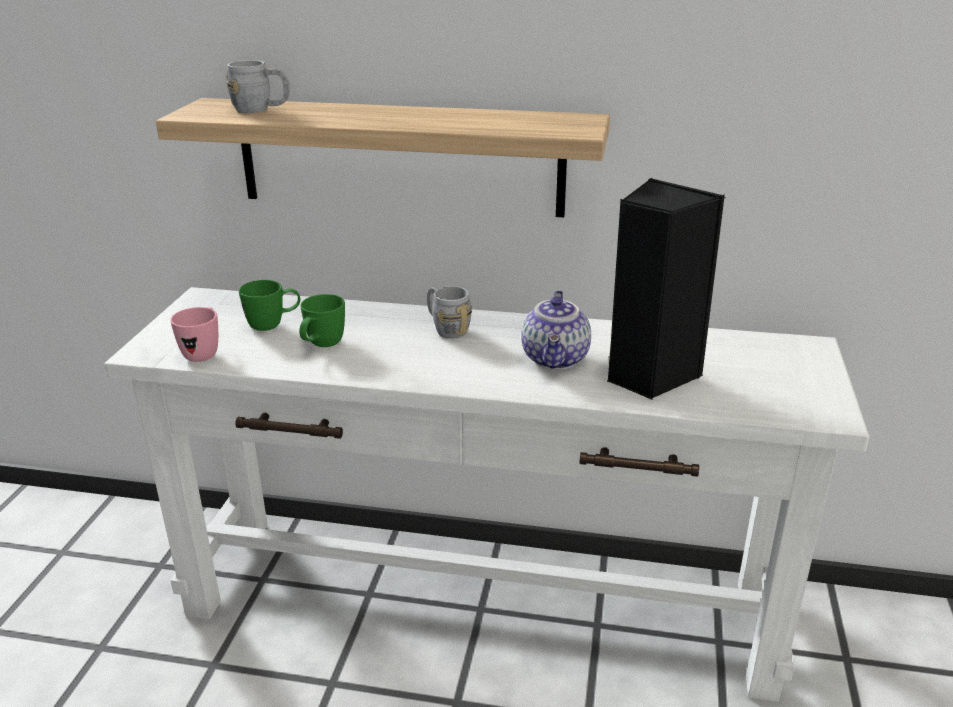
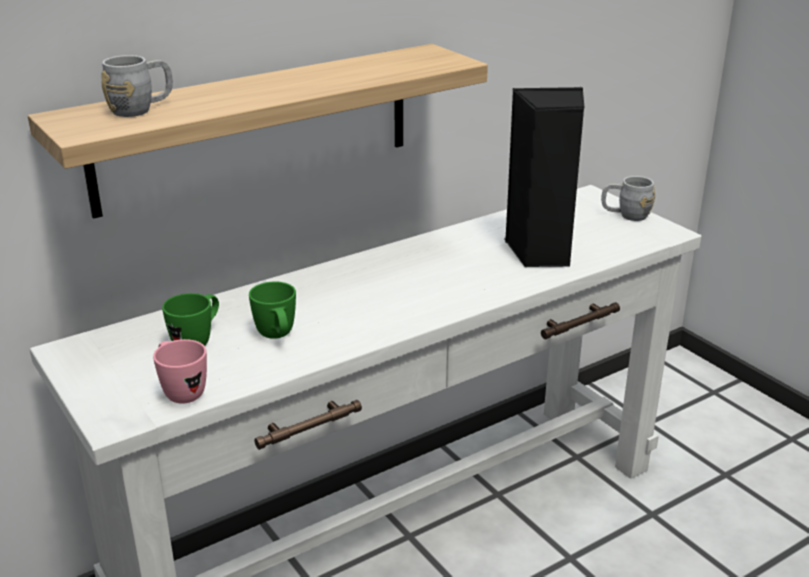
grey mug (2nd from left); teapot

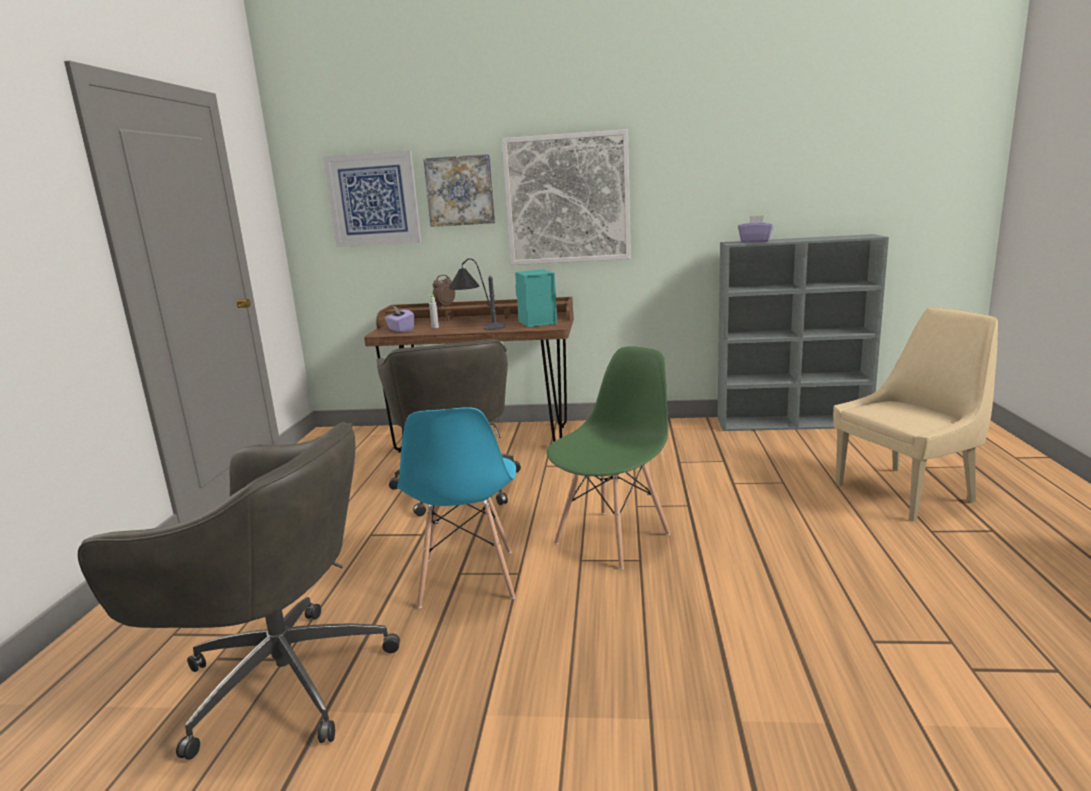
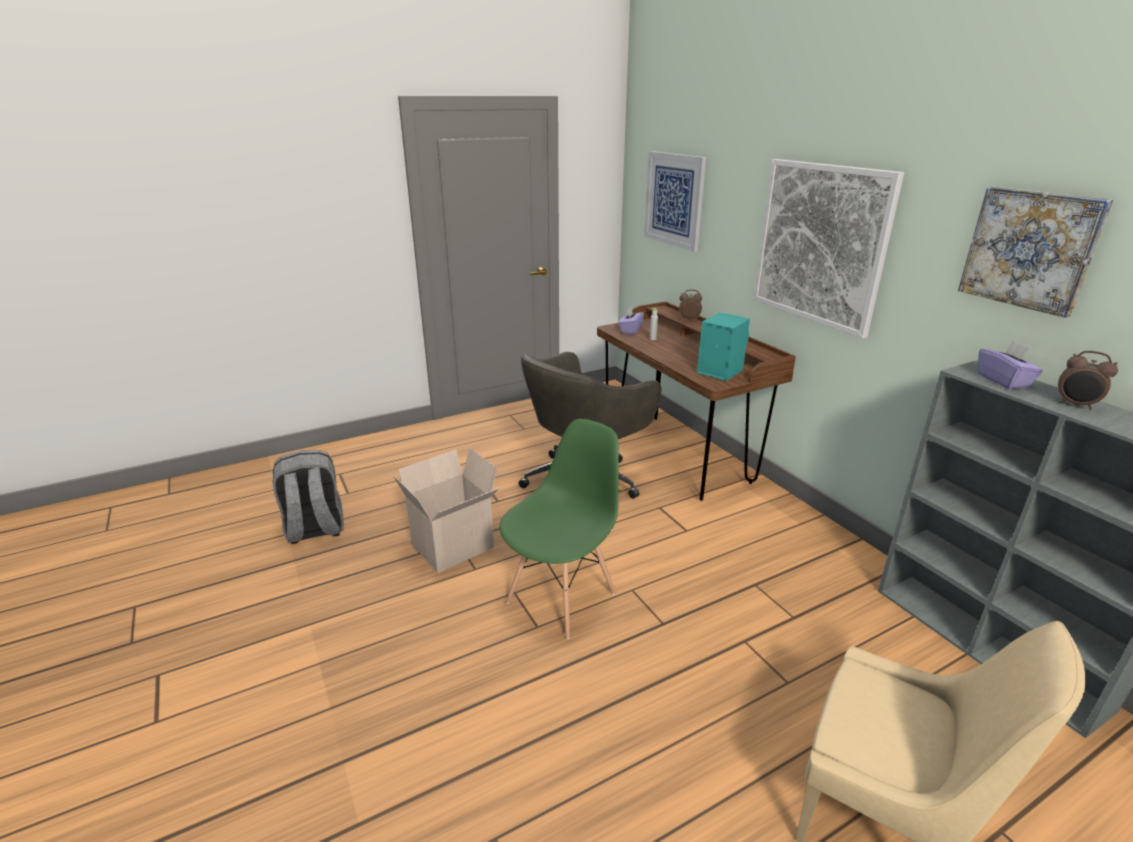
picture (3rd from left); table lamp; green chair; cardboard box; grey backpack; alarm clock (2nd from left)

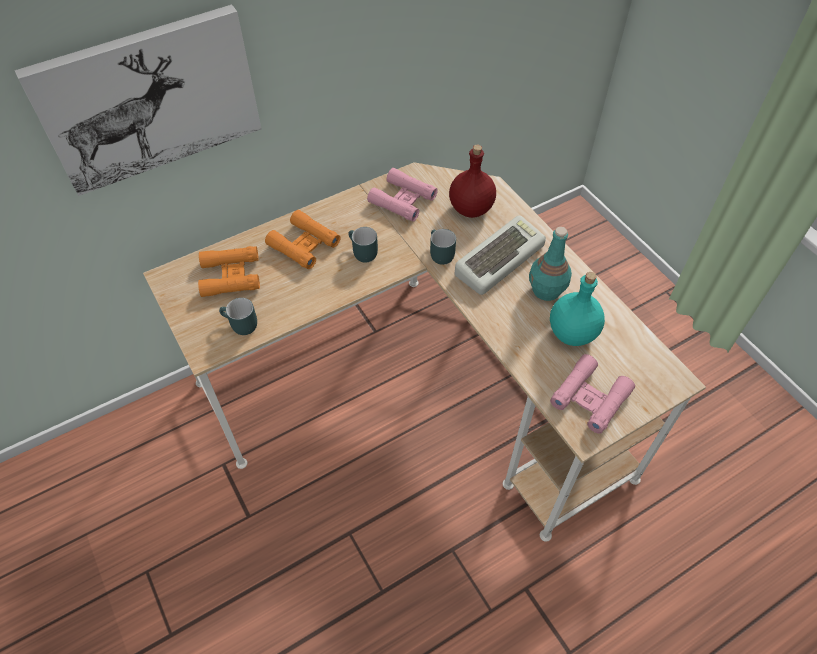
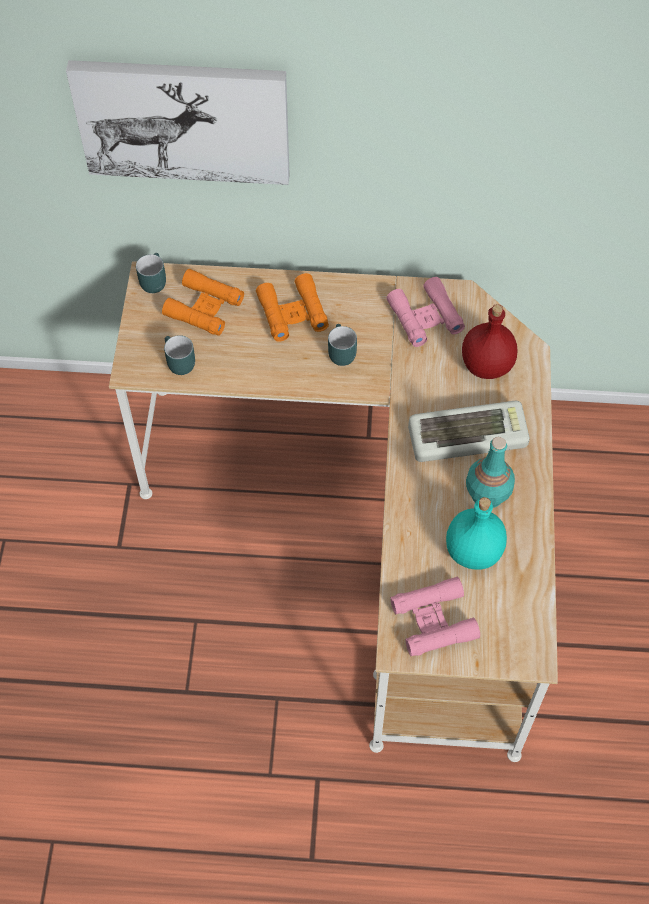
turquoise mug (1st from left)

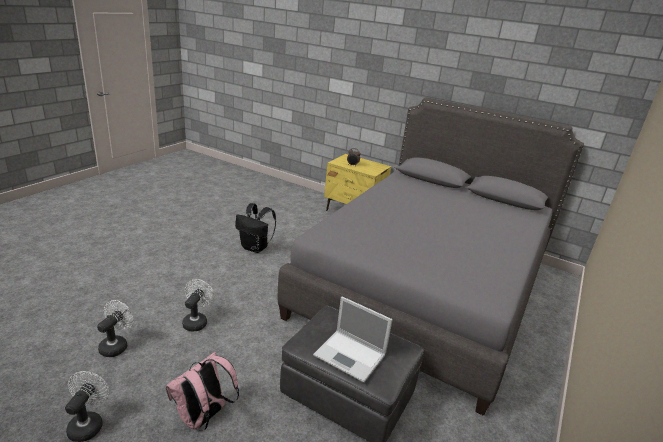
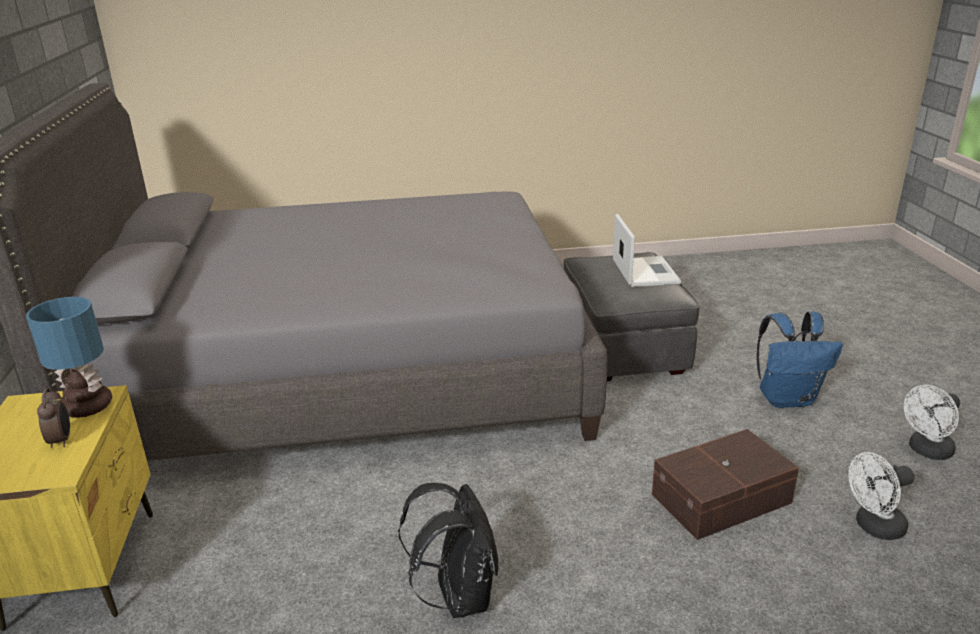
brown storage box; blue backpack; table lamp

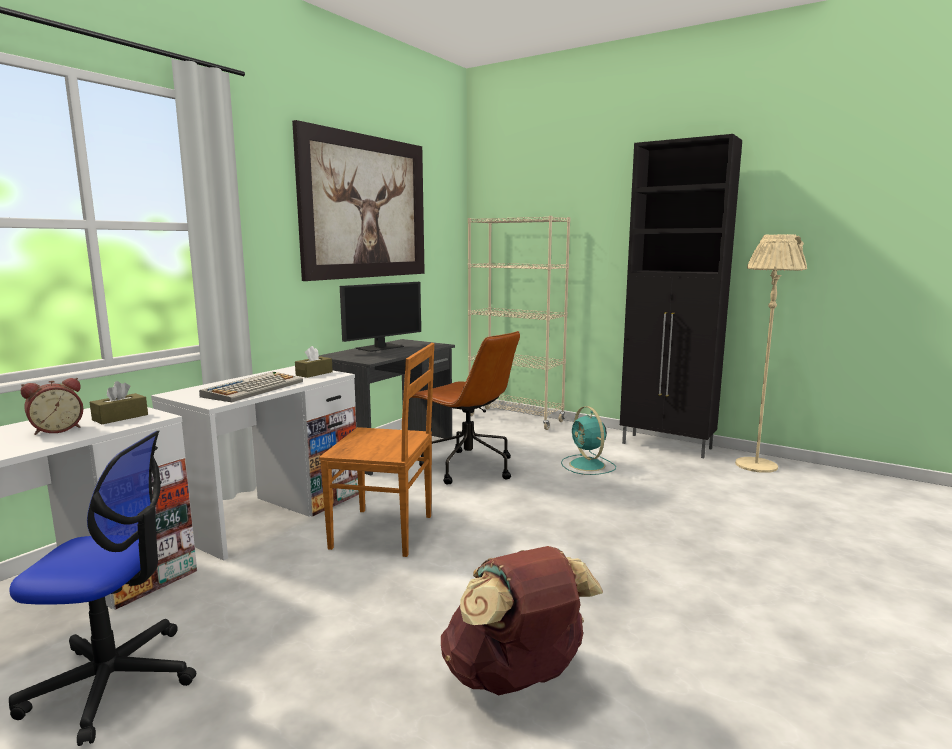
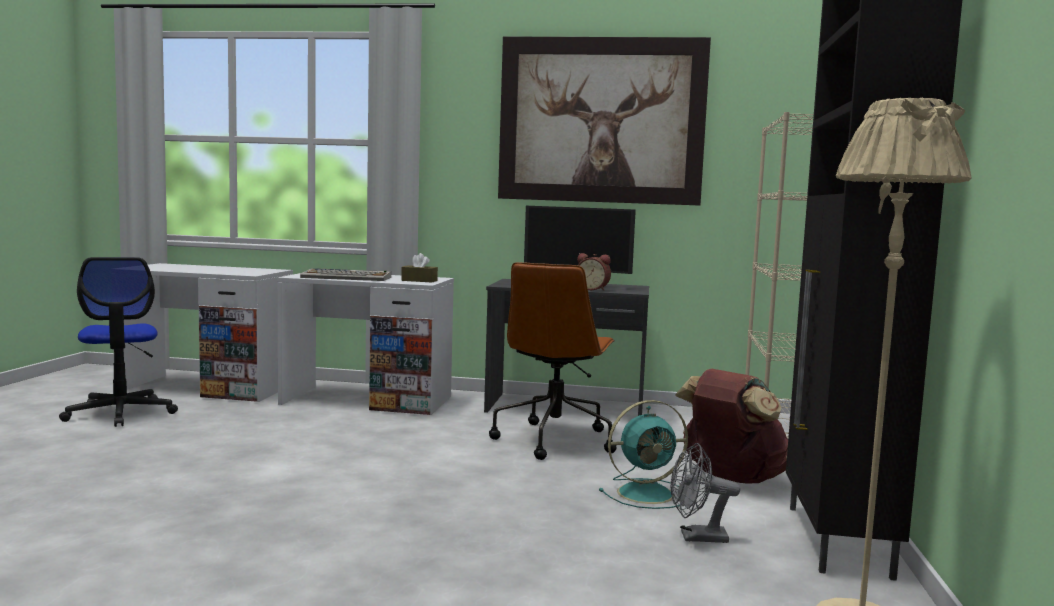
brown chair; alarm clock; brown tissue box (1st from left in the first image); turquoise fan; brown backpack; grey fan

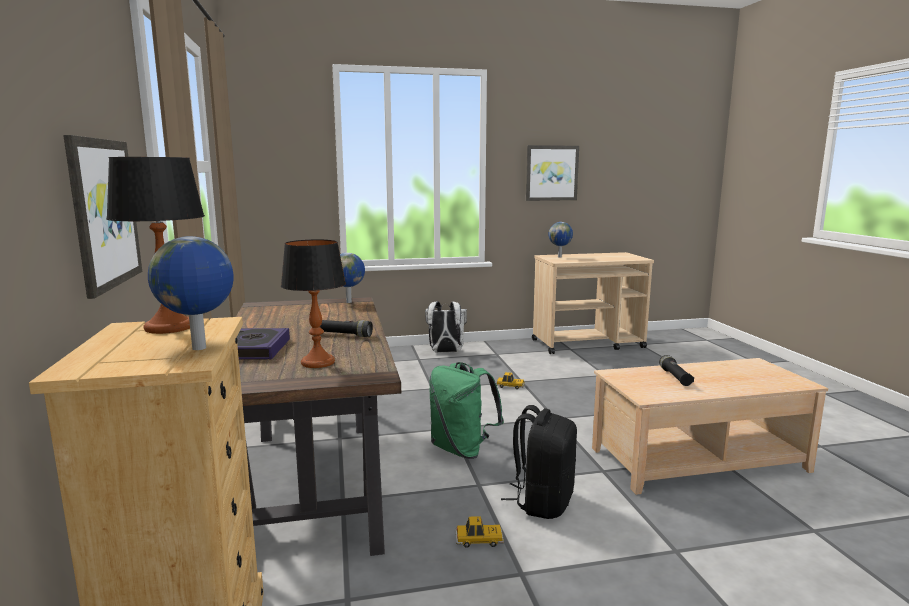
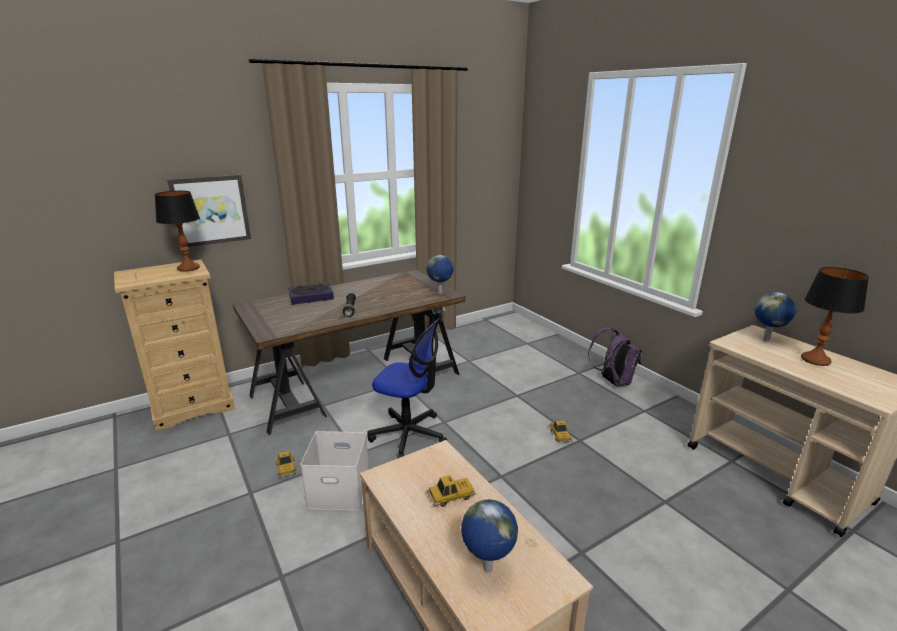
picture (2nd from left in the first image); globe (2nd from left); table lamp (2nd from left); purple backpack; toy car (2nd from left); office chair; white storage box

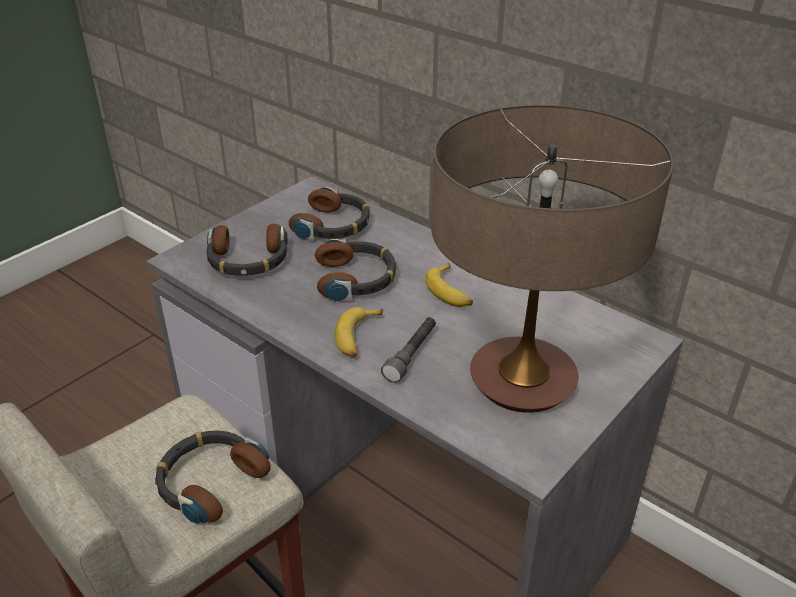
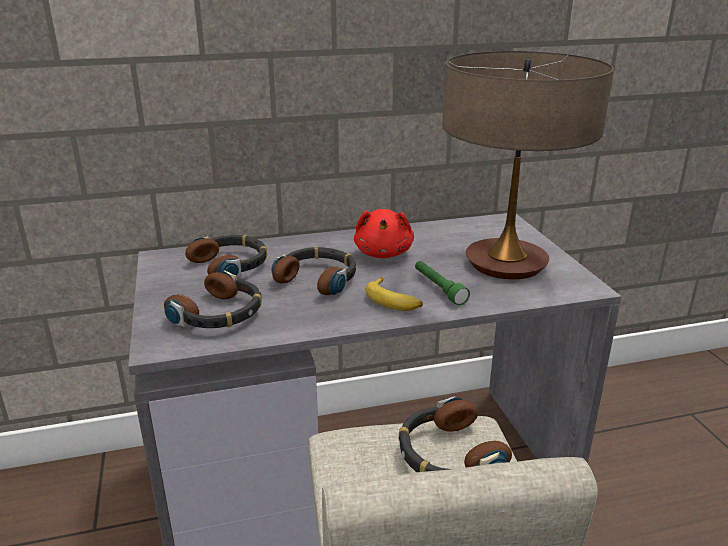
red plush toy; green flashlight

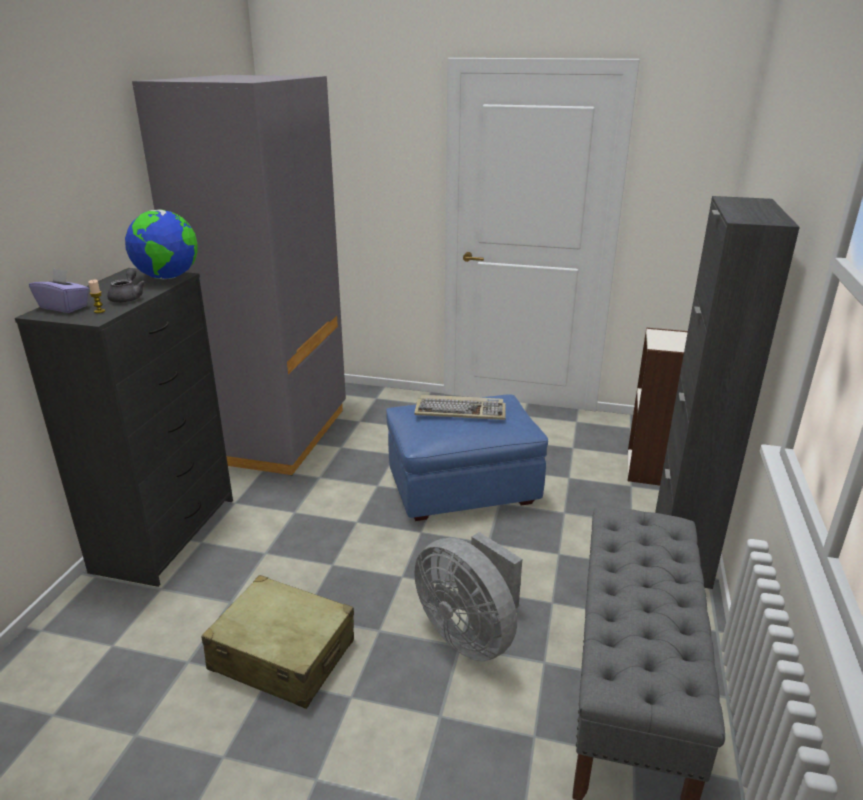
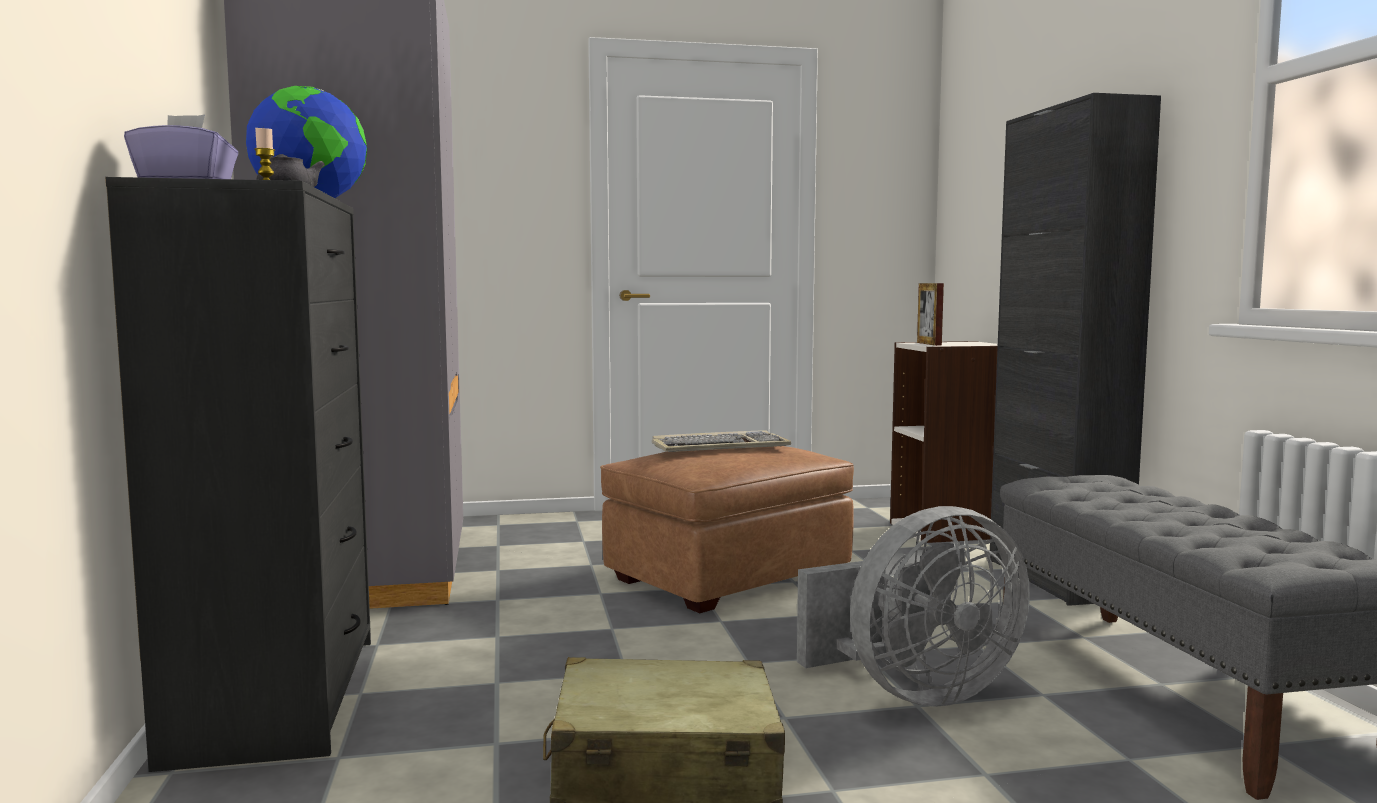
brown ottoman; grey fan; picture frame

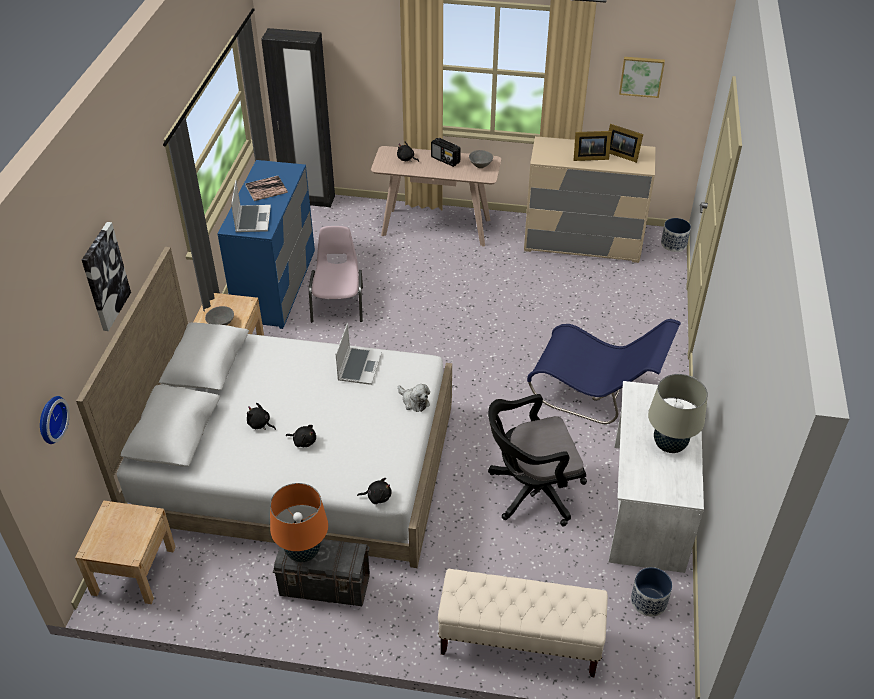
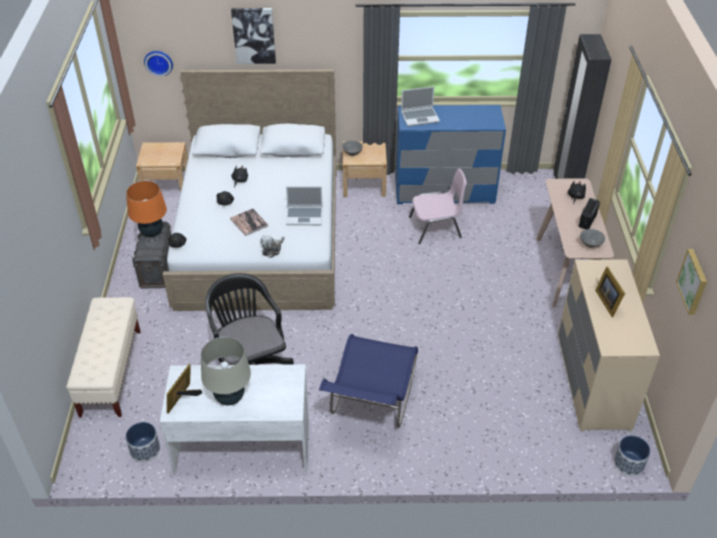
picture frame (1st from left); book

